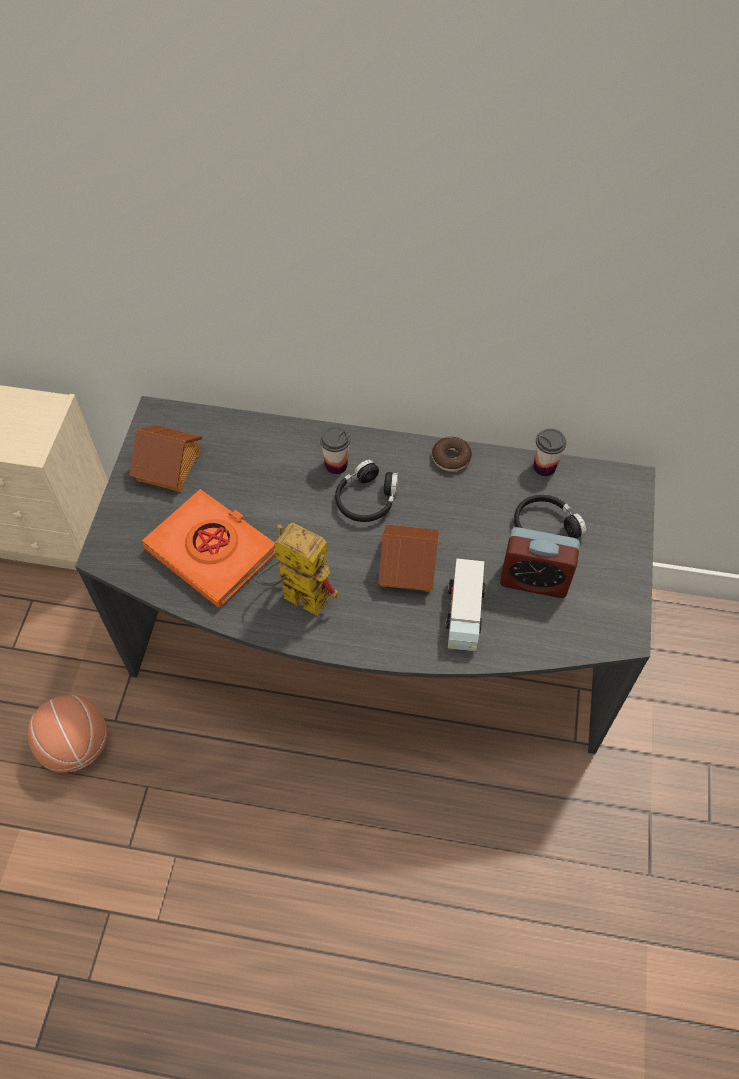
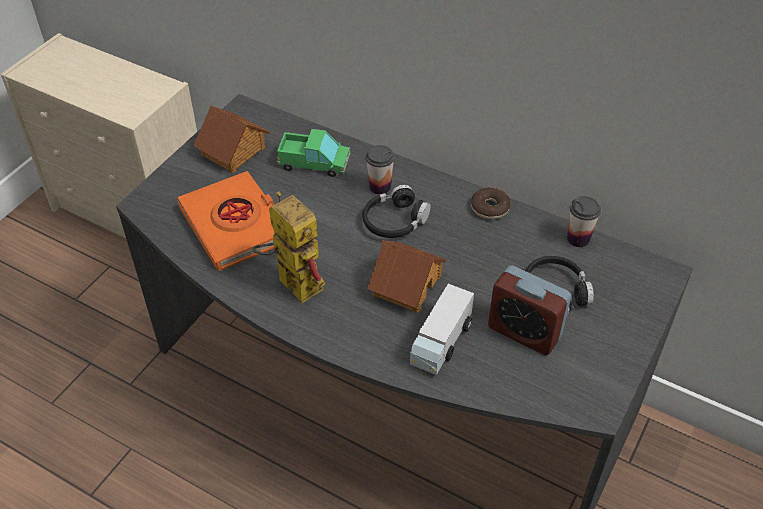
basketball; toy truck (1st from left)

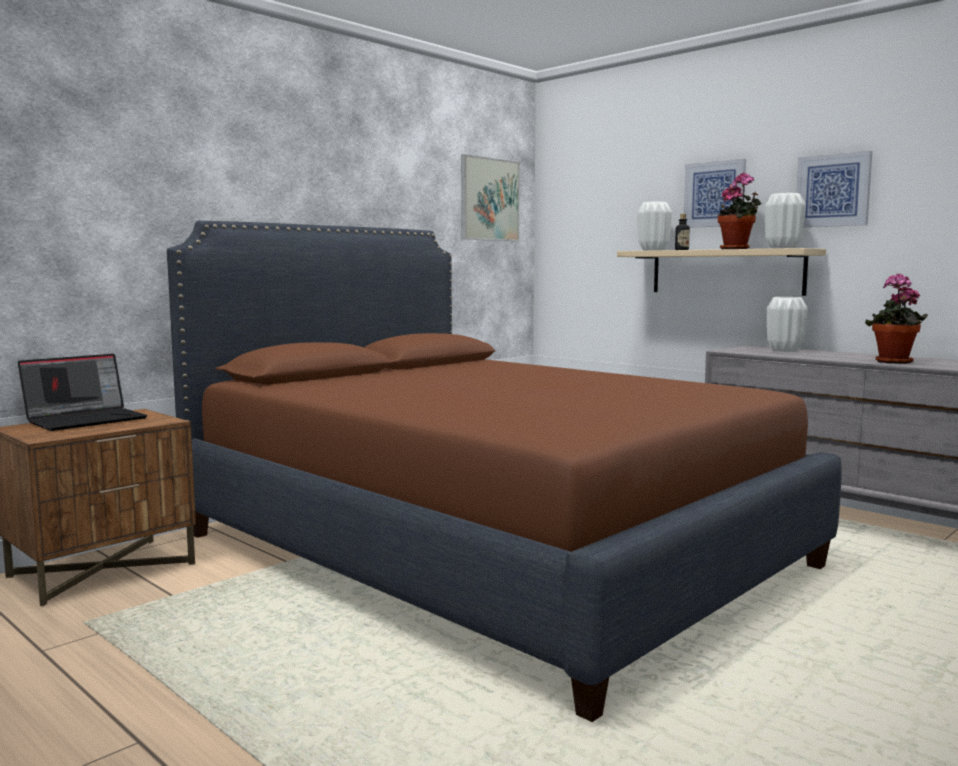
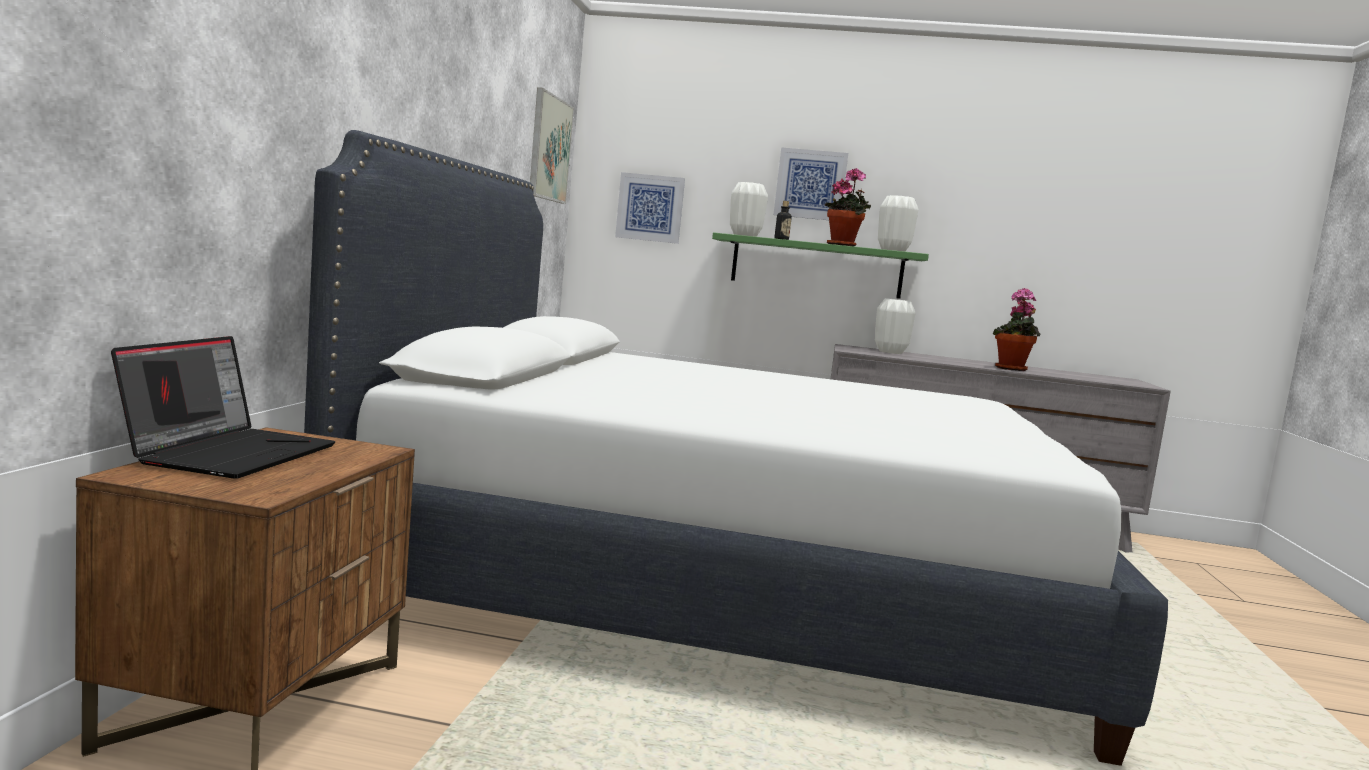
picture (2nd from left); white bed; green shelf

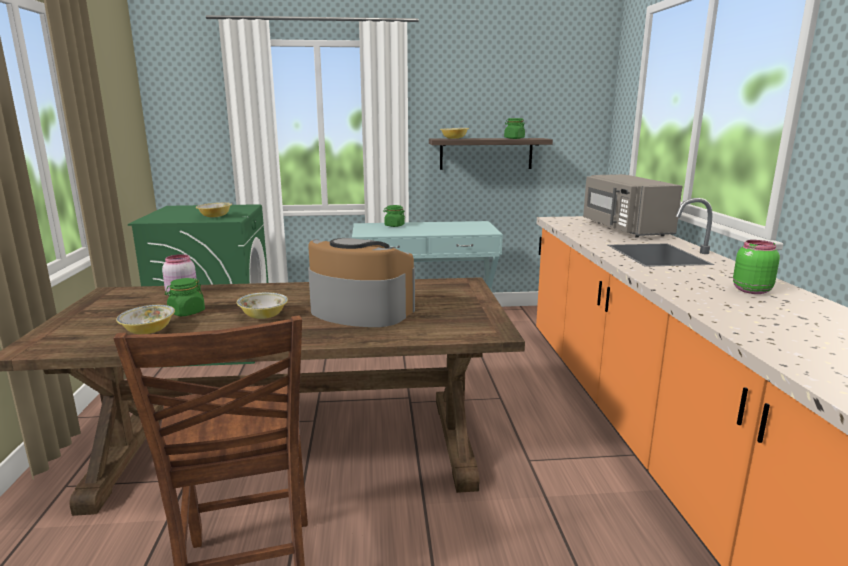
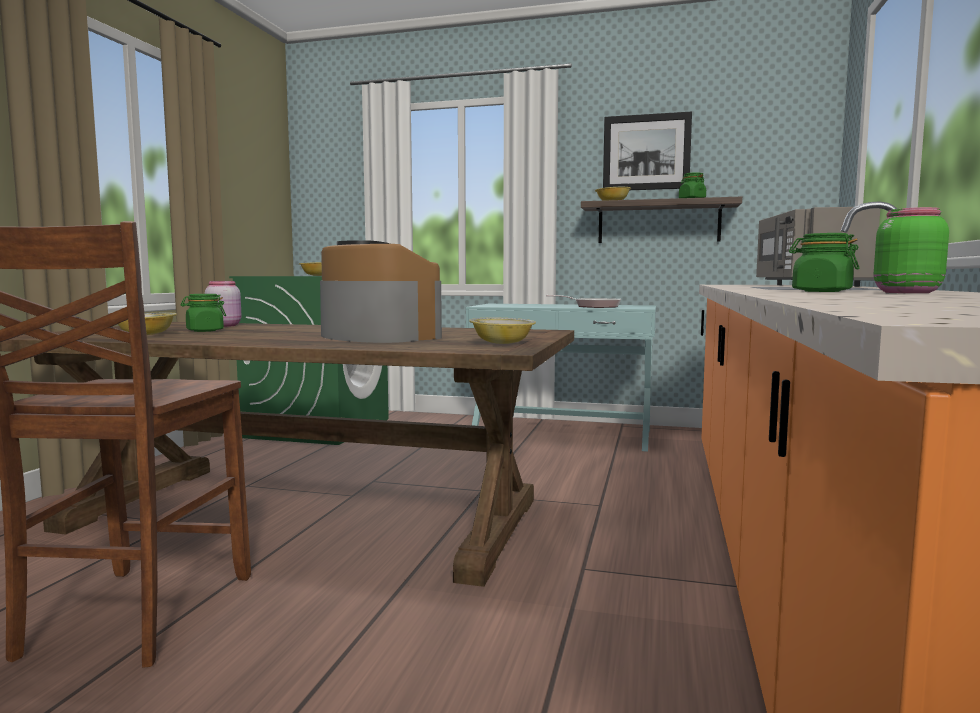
green jar (3rd from left); bowl (3rd from left); picture; frying pan

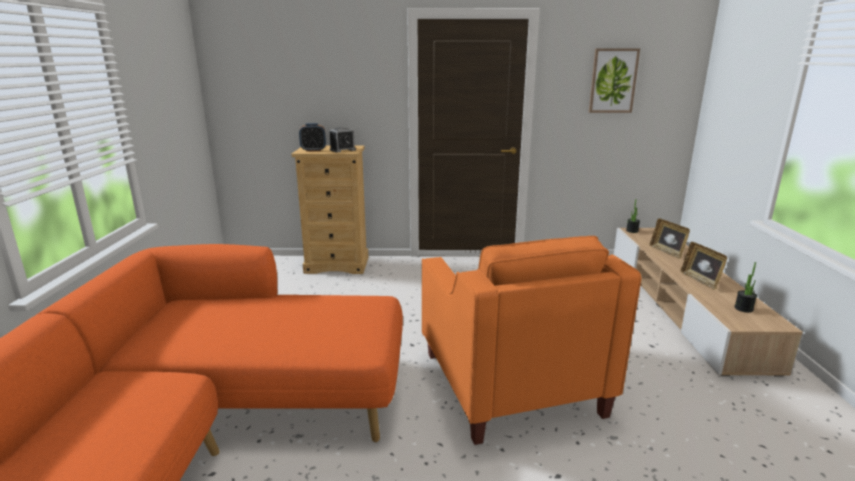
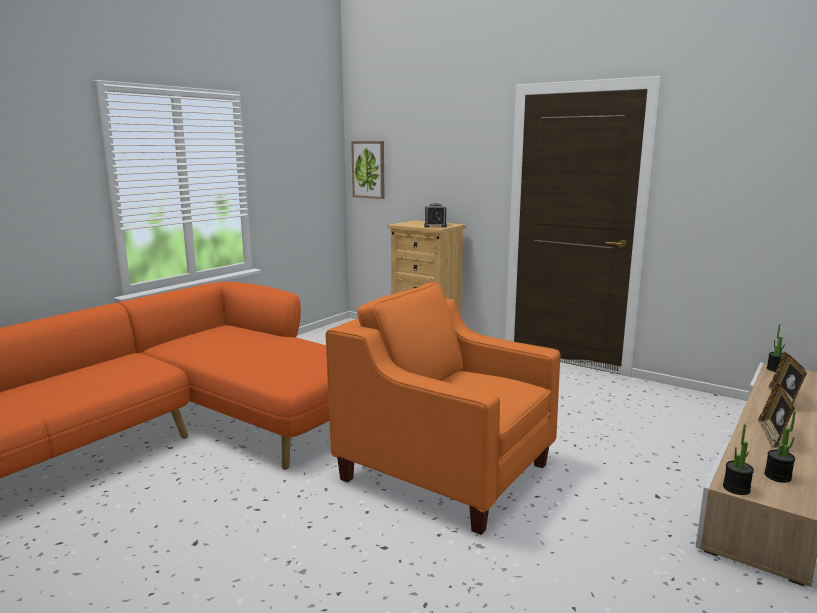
picture; alarm clock (1st from left in the first image); orange armchair; potted plant (1st from left)

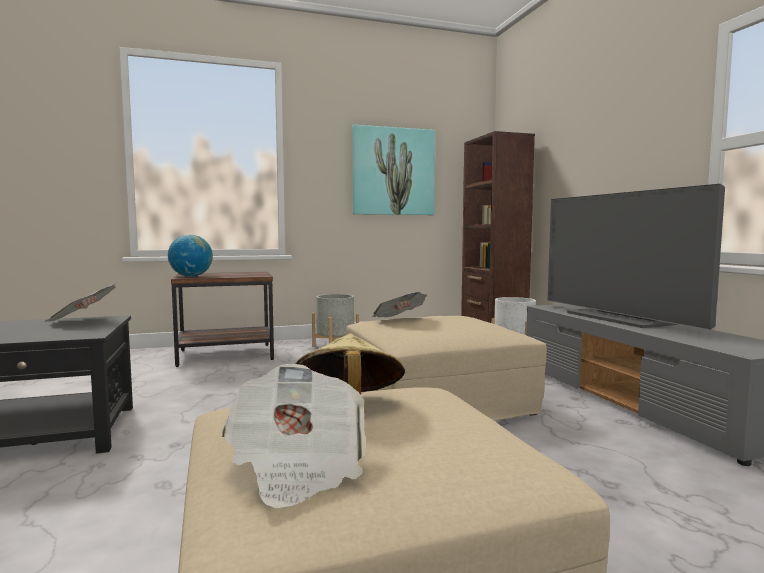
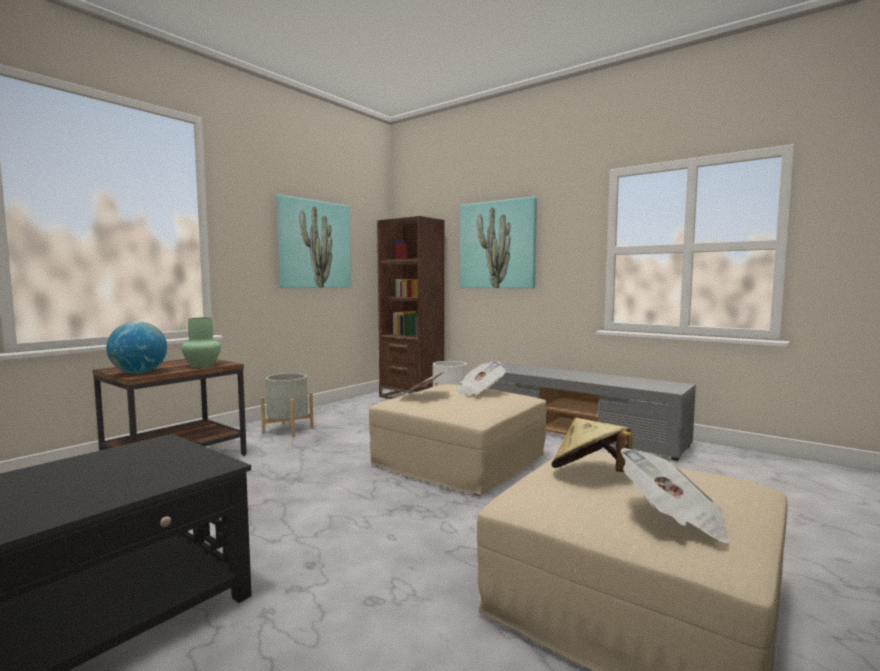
television; newspaper (2nd from left); picture (2nd from left); green vase

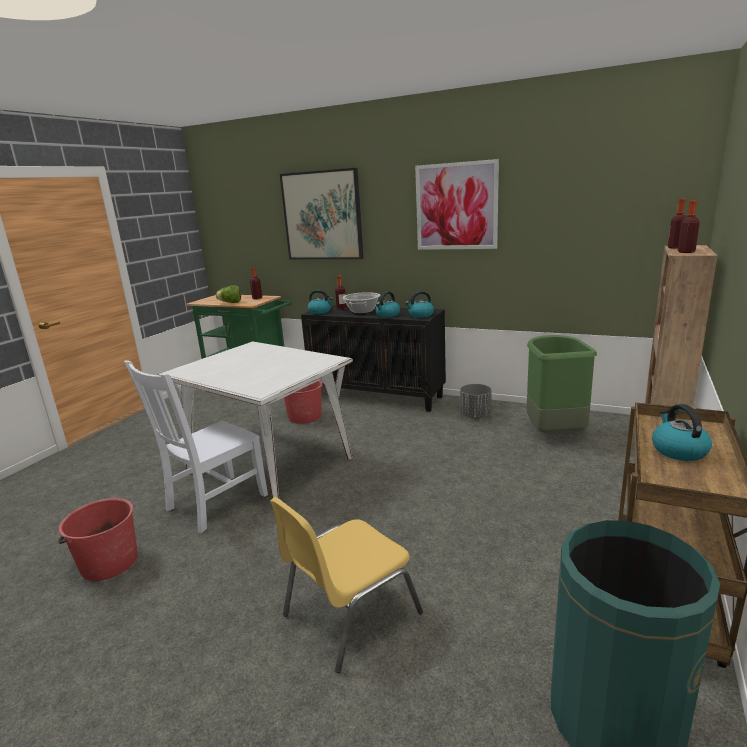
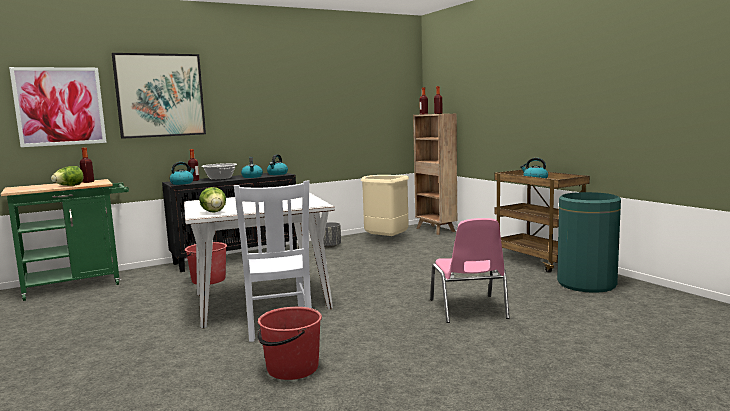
picture (1st from left); beige trash can; pink chair; lettuce (2nd from left)

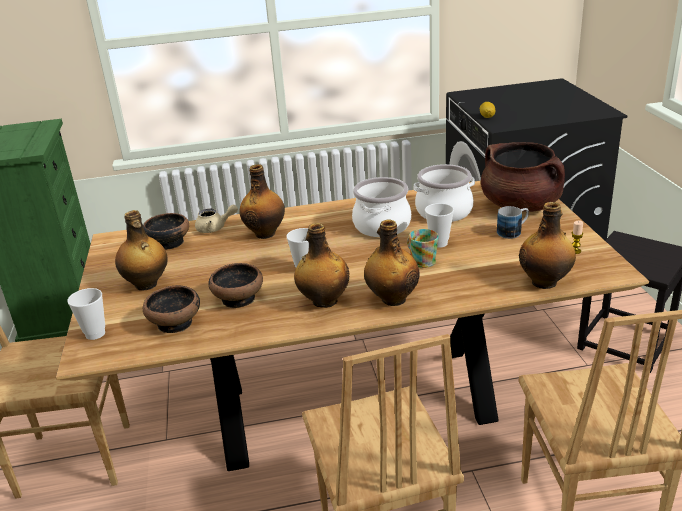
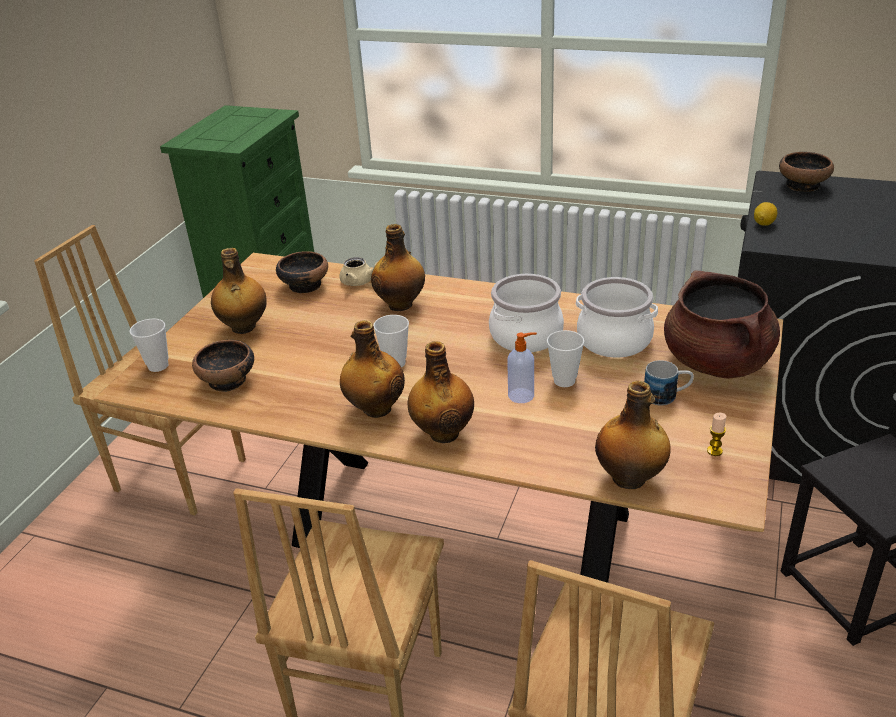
soap dispenser; bowl (3rd from left)

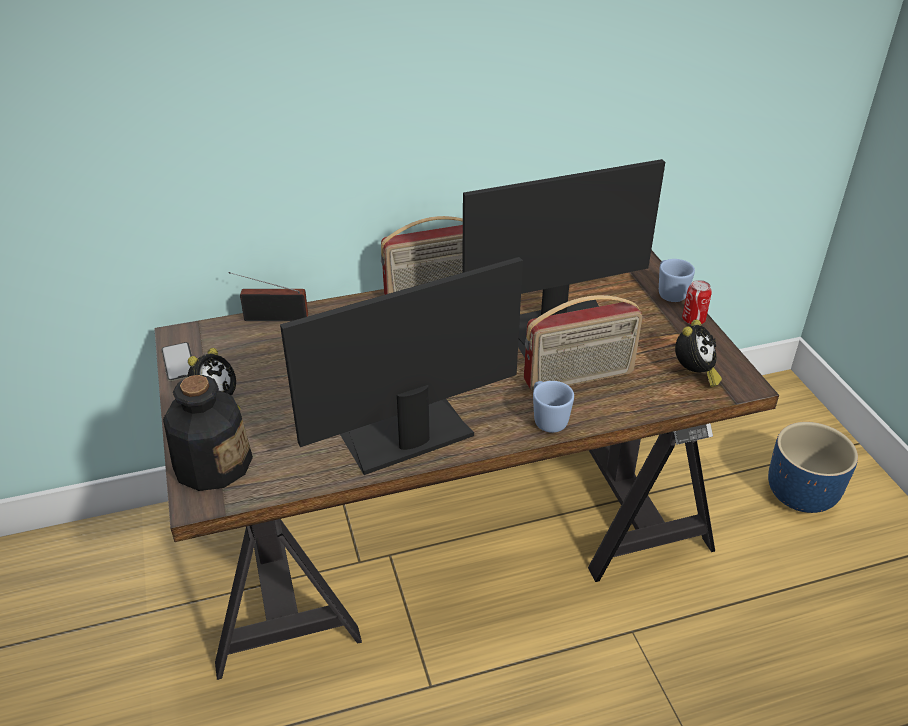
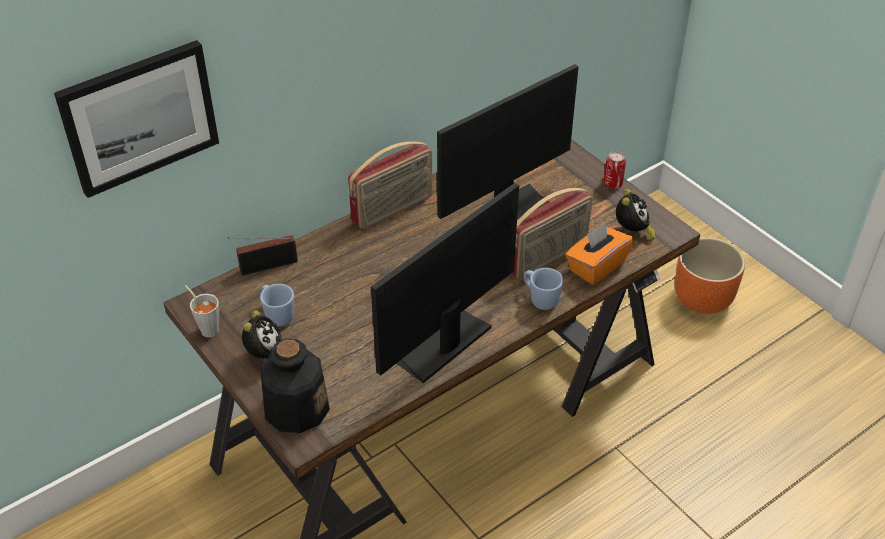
blue mug (1st from left); grey cup; orange planter; picture; orange tissue box

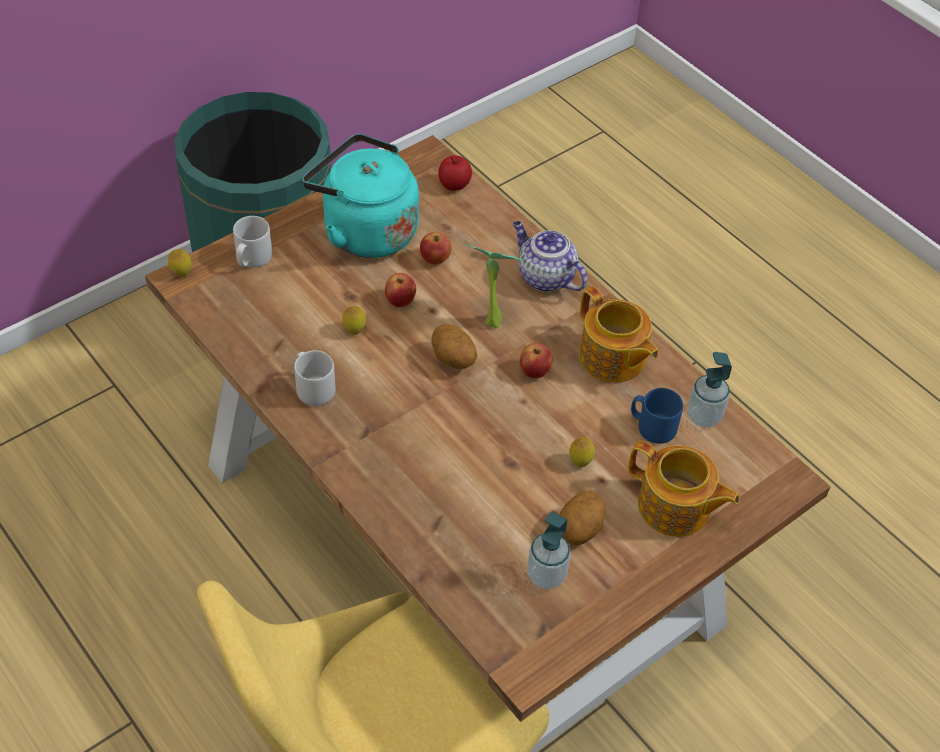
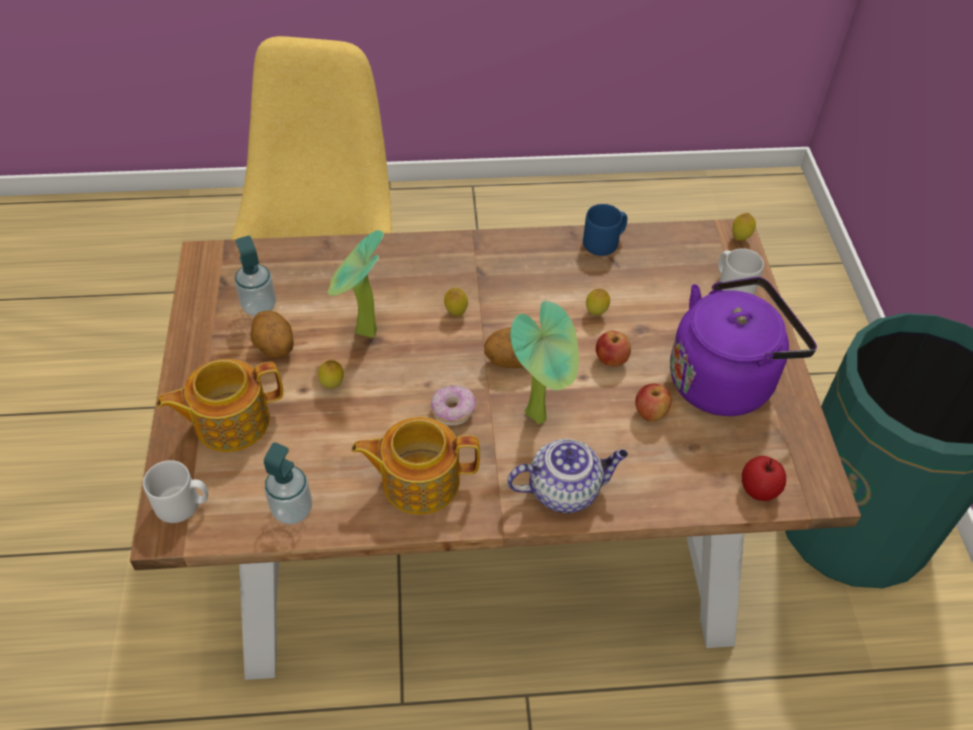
purple kettle; donut; grey mug (1st from left); blue mug; potted plant (1st from left); lemon (2nd from left)

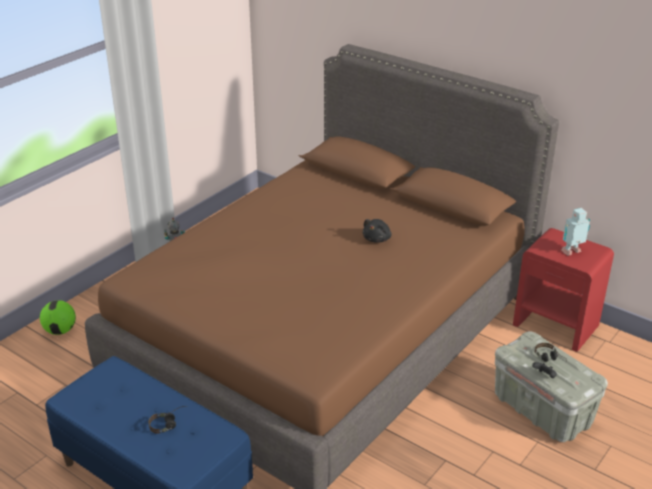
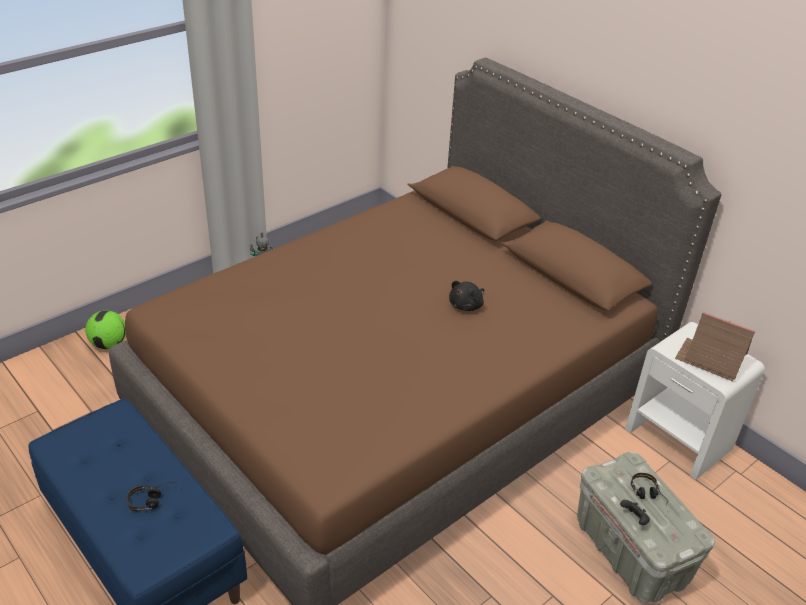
toy house; white nightstand

